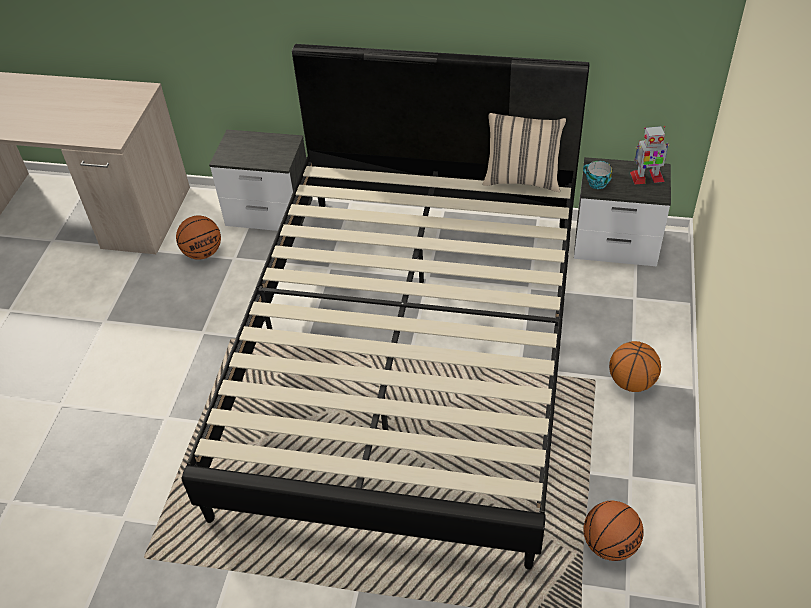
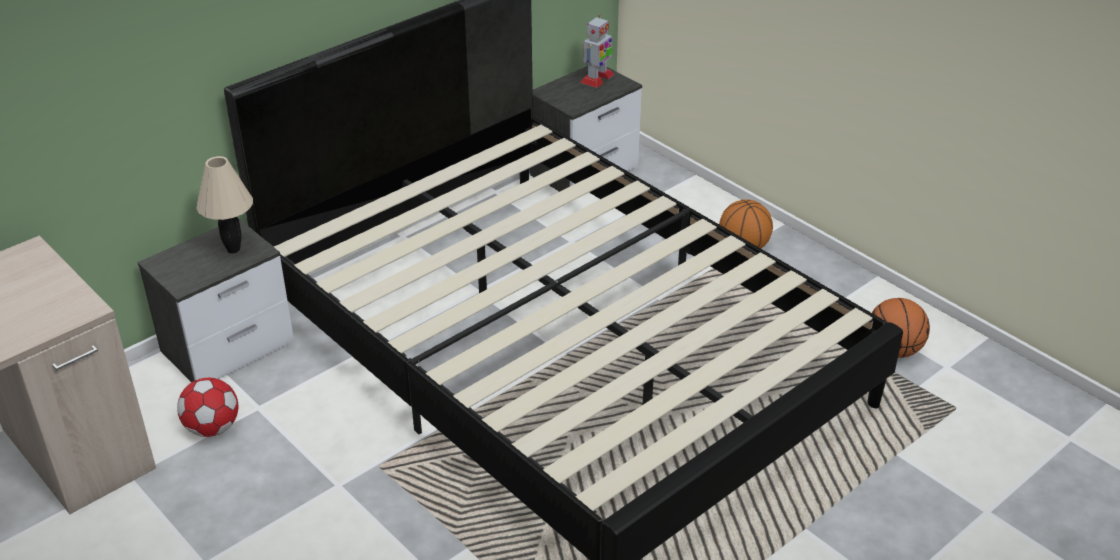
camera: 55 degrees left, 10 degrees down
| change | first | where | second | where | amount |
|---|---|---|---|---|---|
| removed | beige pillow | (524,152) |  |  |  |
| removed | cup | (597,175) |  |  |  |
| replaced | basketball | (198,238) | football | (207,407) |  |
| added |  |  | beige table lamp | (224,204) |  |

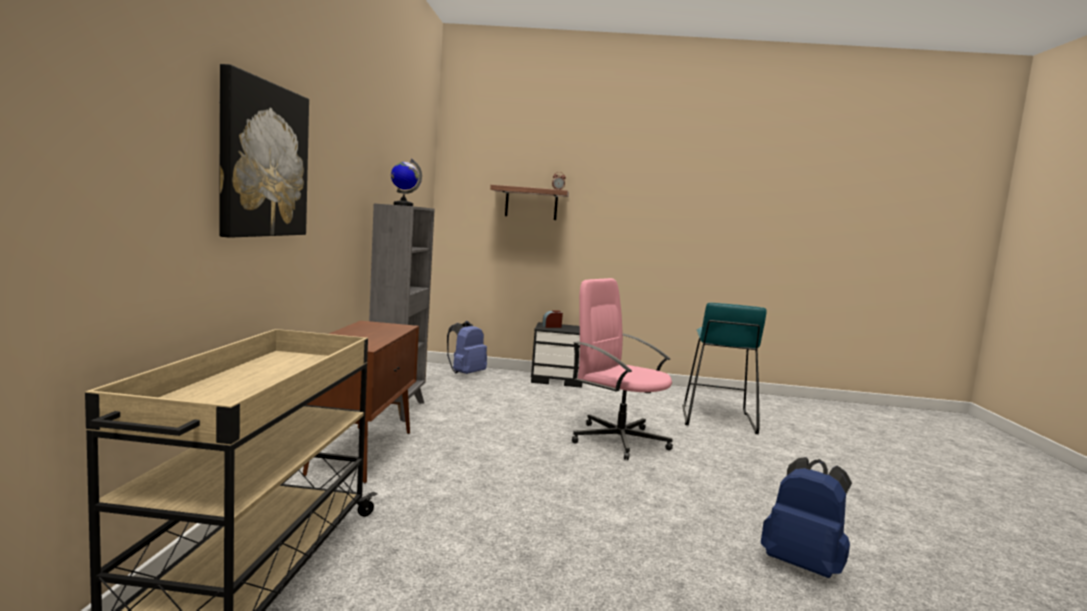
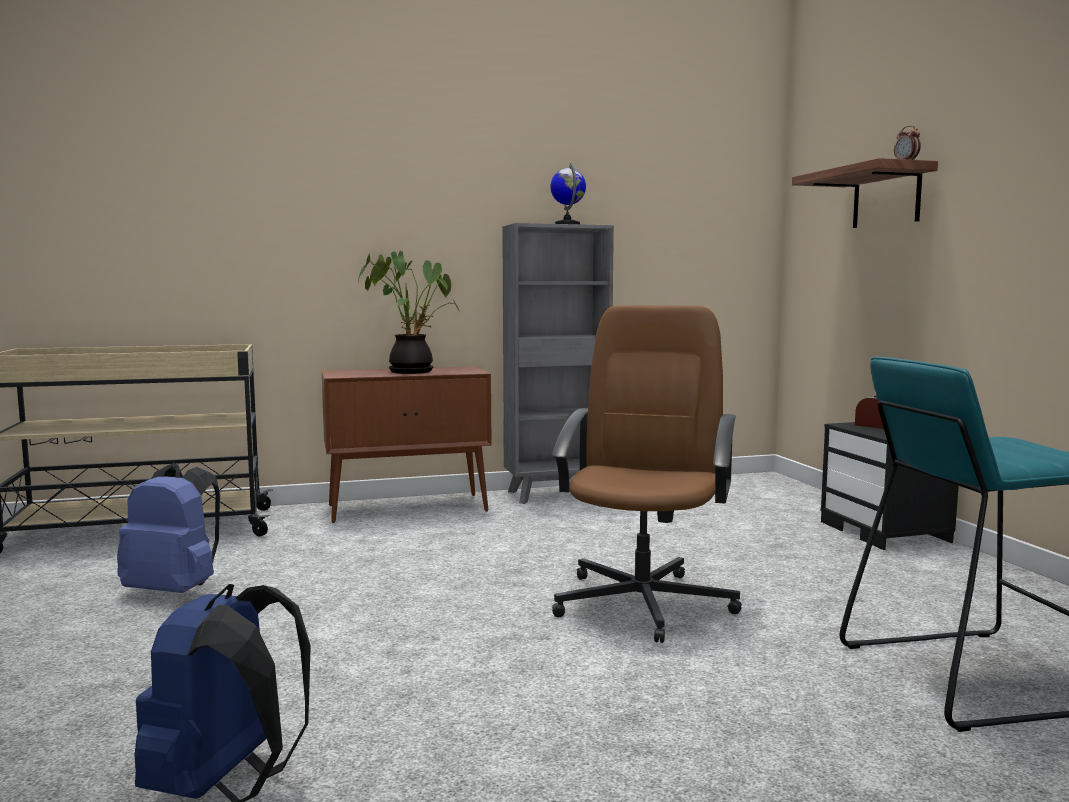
camera: 70 degrees right, 0 degrees up
| change | first | where | second | where | amount |
|---|---|---|---|---|---|
| removed | picture | (264,151) |  |  |  |
| recoloured | pink office chair | (622,369) | brown office chair | (646,474) |  |
| moved | blue backpack | (467,347) |  | (168,528) |  |
| added |  |  | potted plant | (409,312) |  |

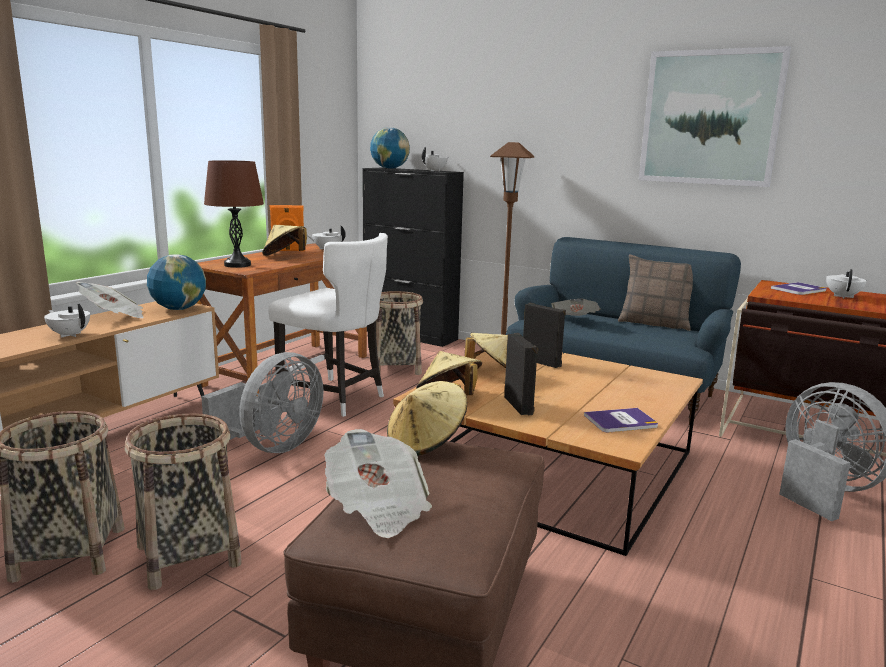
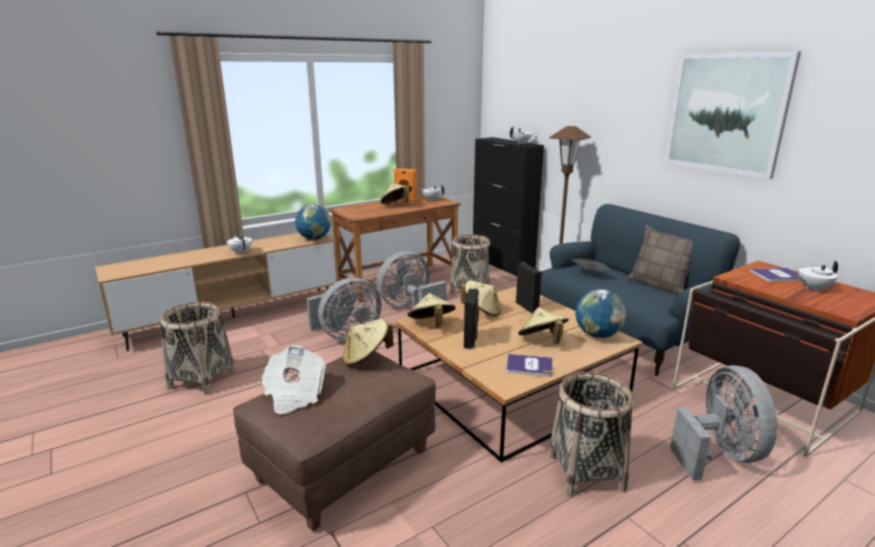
camera: 25 degrees right, 5 degrees up
| change | first | where | second | where | amount |
|---|---|---|---|---|---|
| moved | globe | (390,148) |  | (600,313) |  |
| removed | brown table lamp | (234,214) |  |  |  |
| replaced | white chair | (328,325) | grey fan | (412,279) |  |
| turned | white teapot | (846,284) |  | (817,276) | 150 degrees counterclockwise |
| removed | newspaper | (110,300) |  |  |  |
| moved | basket | (183,501) |  | (591,434) |  |
| added |  |  | beige hat | (543,325) |  |

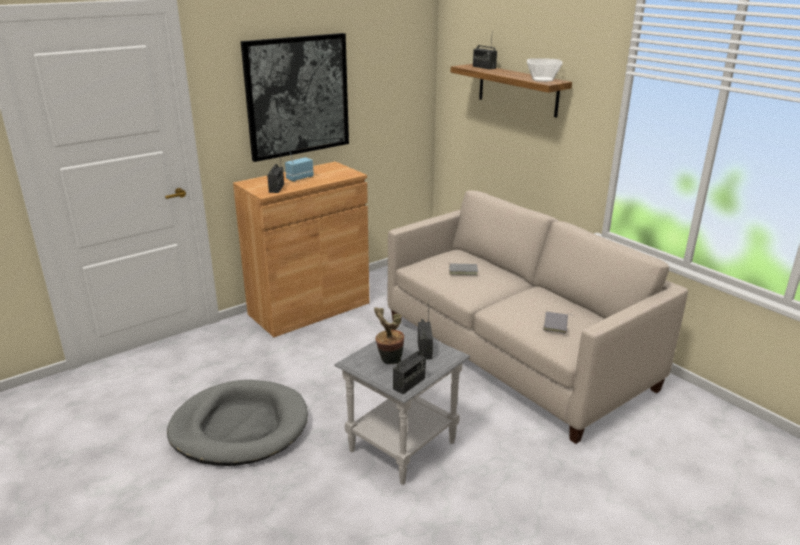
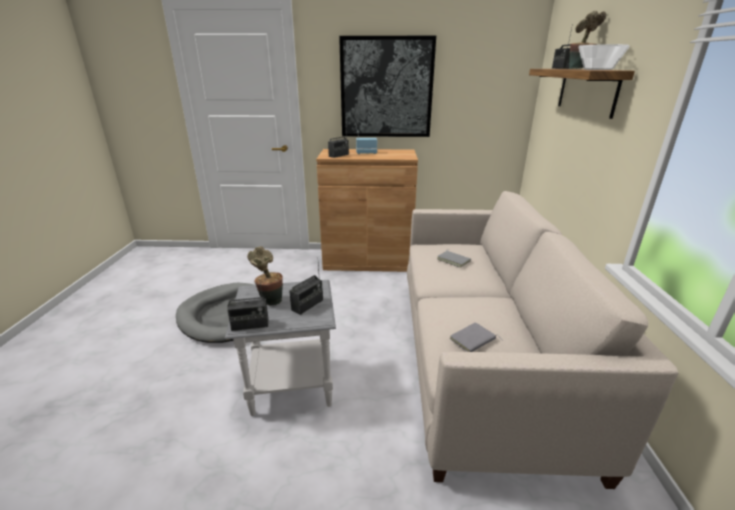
camera: 40 degrees right, 0 degrees up
| change | first | where | second | where | amount |
|---|---|---|---|---|---|
| added |  |  | potted plant | (587,40) |  |

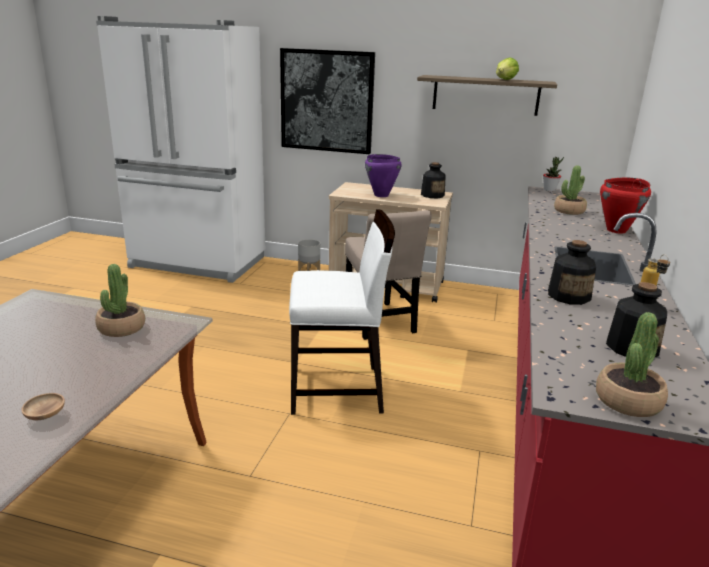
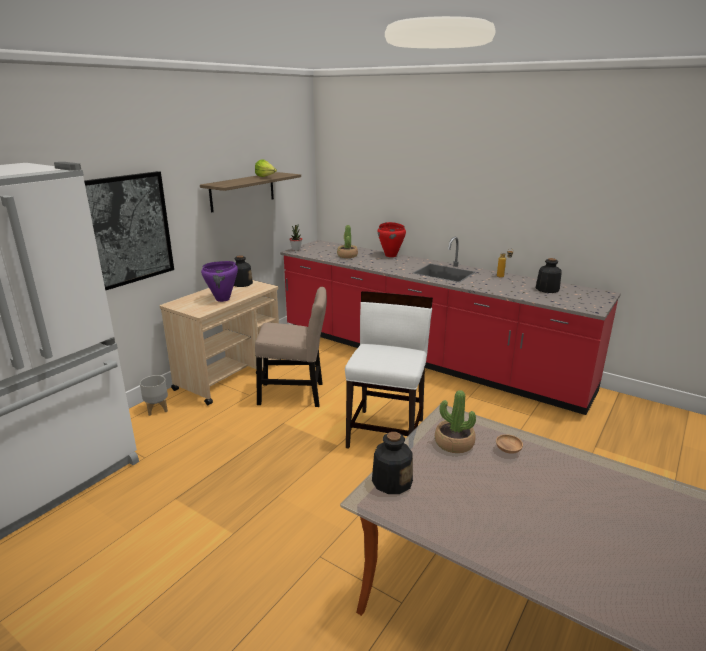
camera: 70 degrees left, 0 degrees up
| change | first | where | second | where | amount |
|---|---|---|---|---|---|
| moved | bottle | (572,272) |  | (392,463) |  |
| removed | potted plant | (632,364) |  |  |  |
| moved | brown bowl | (43,406) |  | (509,444) |  |

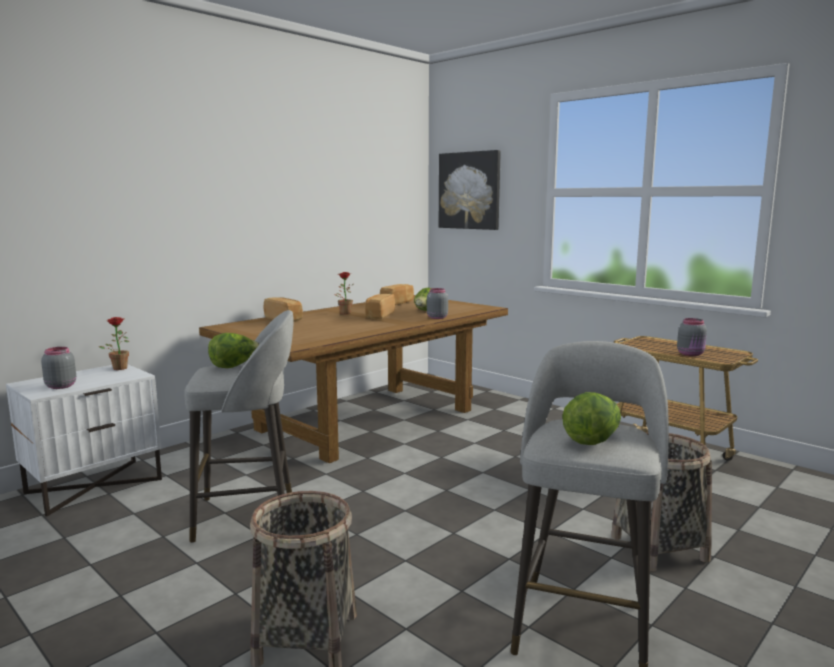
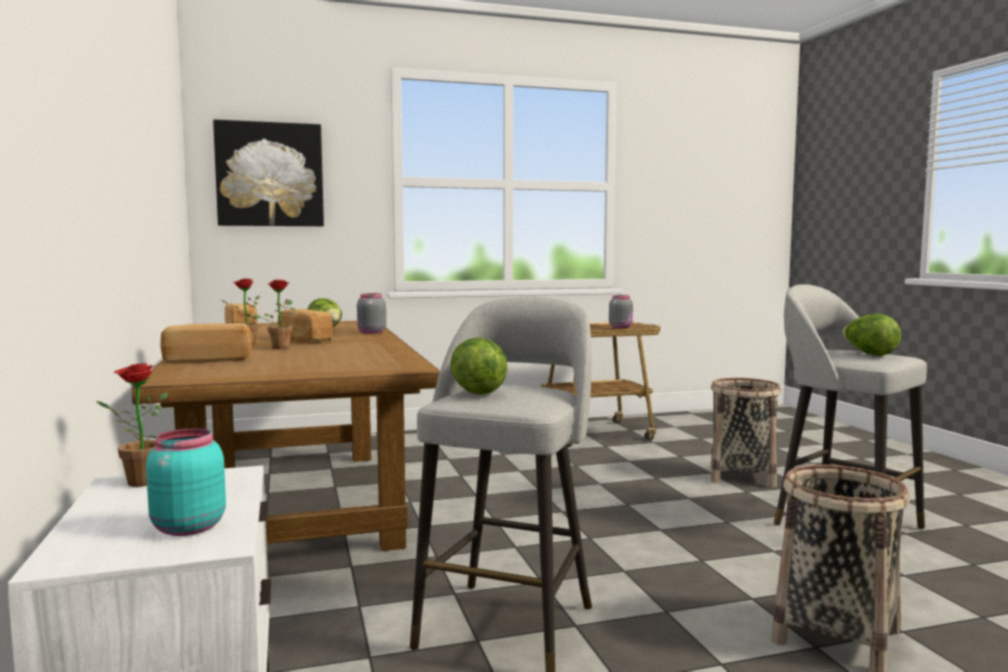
camera: 60 degrees left, 5 degrees down
| change | first | where | second | where | amount |
|---|---|---|---|---|---|
| recoloured | grey jar | (58,368) | turquoise jar | (186,482) |  |
| added |  |  | potted plant | (274,314) |  |

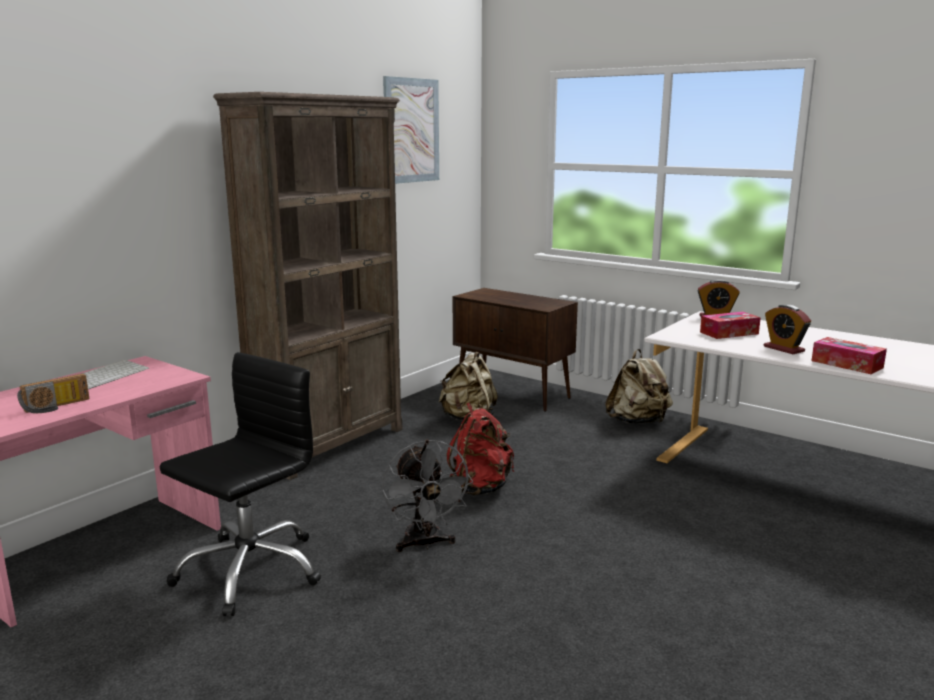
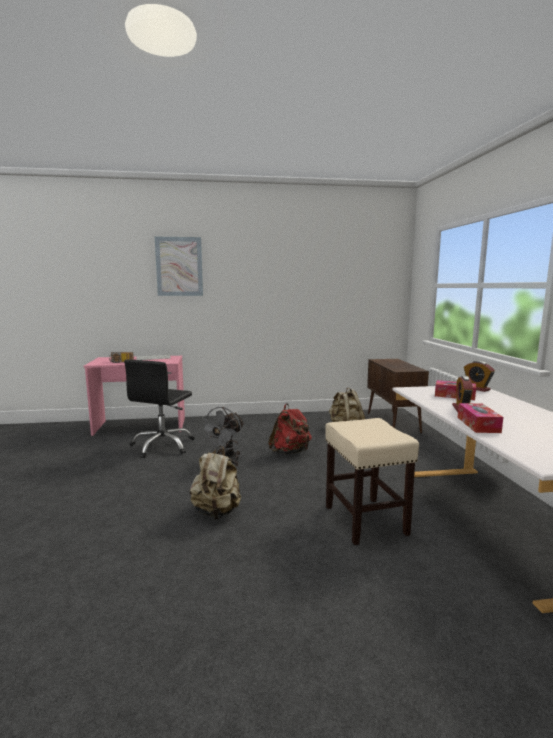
camera: 45 degrees right, 5 degrees down
| change | first | where | second | where | amount |
|---|---|---|---|---|---|
| moved | picture | (411,130) |  | (179,266) |  |
| removed | brown bookcase | (307,286) |  |  |  |
| moved | beige backpack | (639,386) |  | (215,482) |  |
| turned | black office chair | (240,484) |  | (159,409) | 120 degrees clockwise |
| added |  |  | beige stool | (372,481) |  |

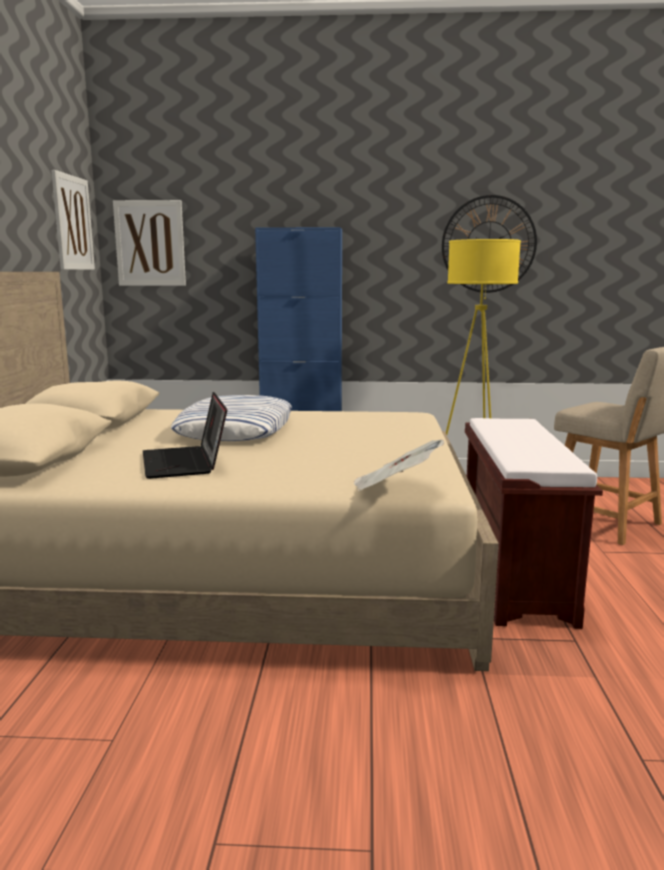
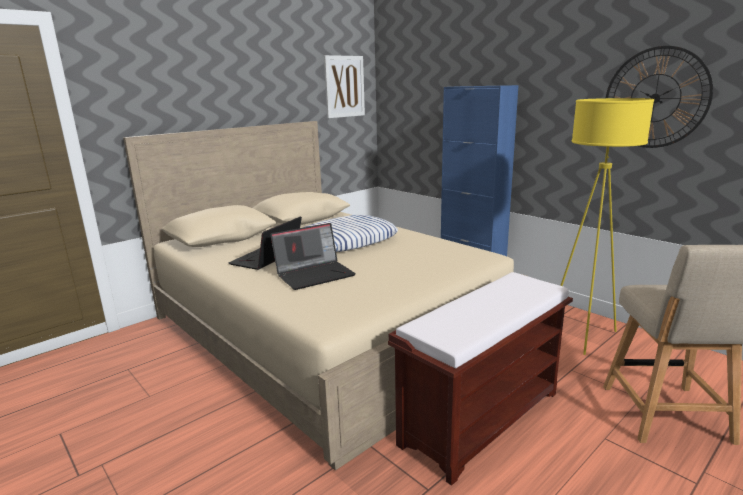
camera: 45 degrees right, 5 degrees up
| change | first | where | second | where | amount |
|---|---|---|---|---|---|
| removed | picture | (149,243) |  |  |  |
| removed | newspaper | (399,465) |  |  |  |
| added |  |  | laptop | (313,256) |  |

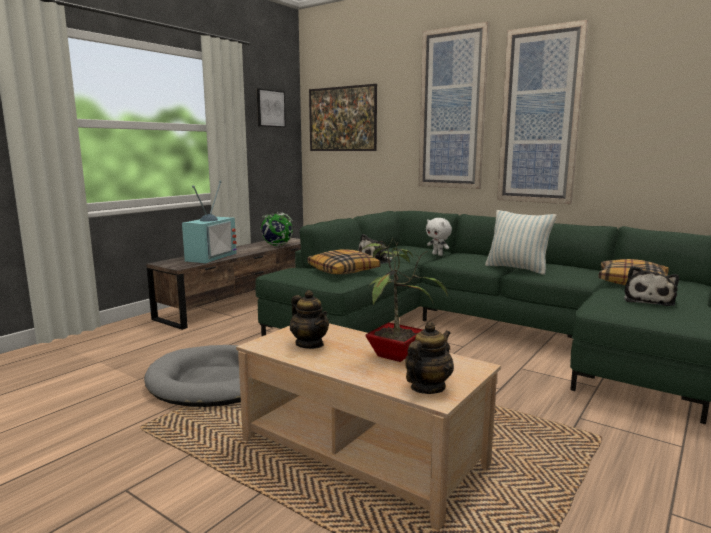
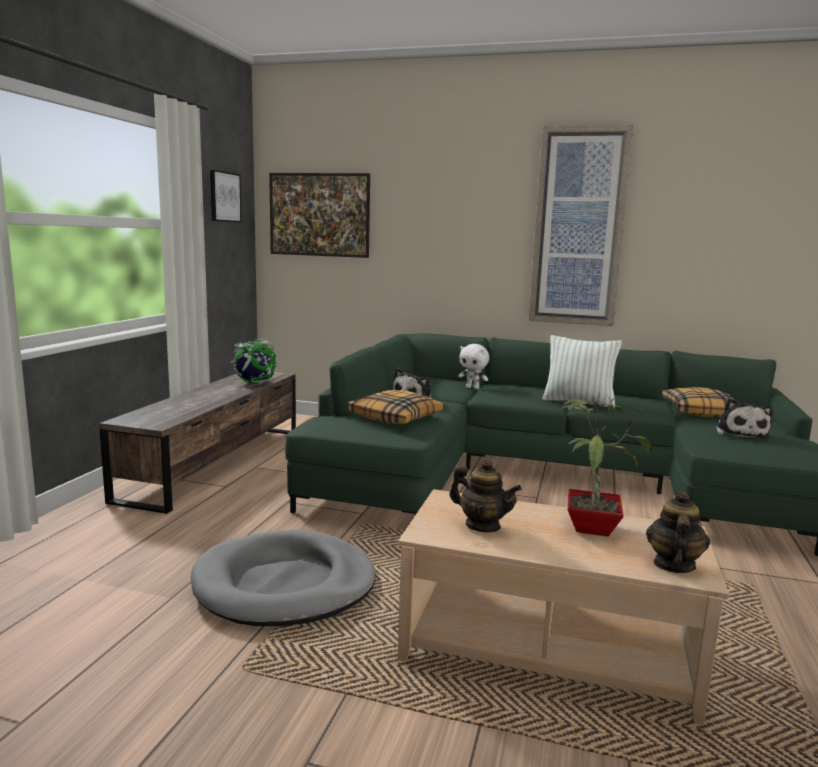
camera: 20 degrees left, 0 degrees up
| change | first | where | second | where | amount |
|---|---|---|---|---|---|
| removed | picture | (454,105) |  |  |  |
| removed | television | (209,222) |  |  |  |

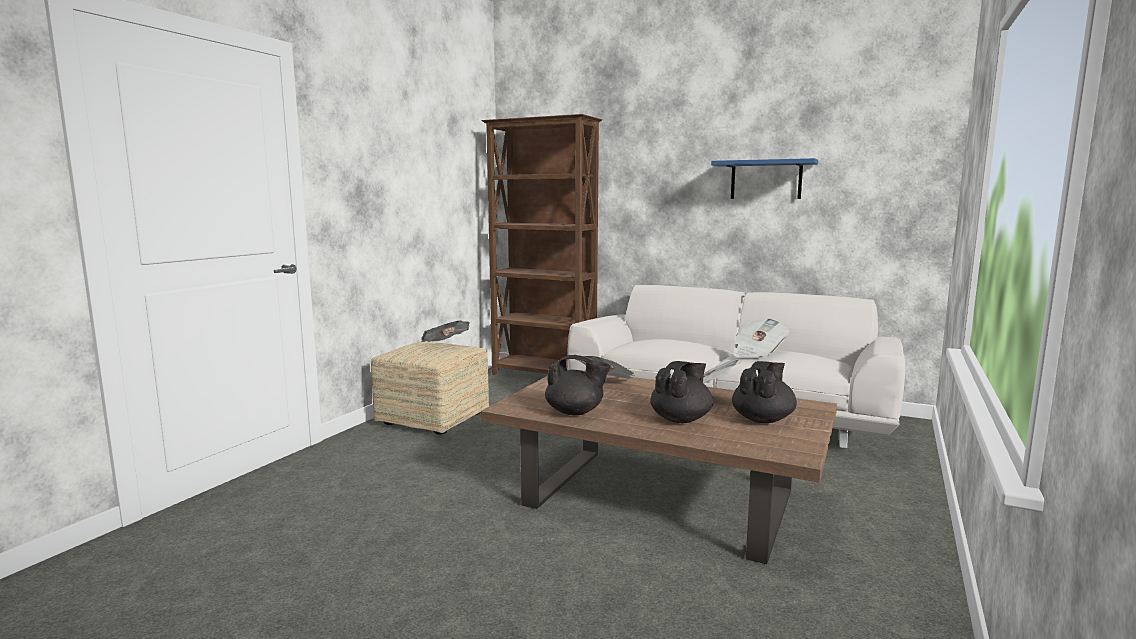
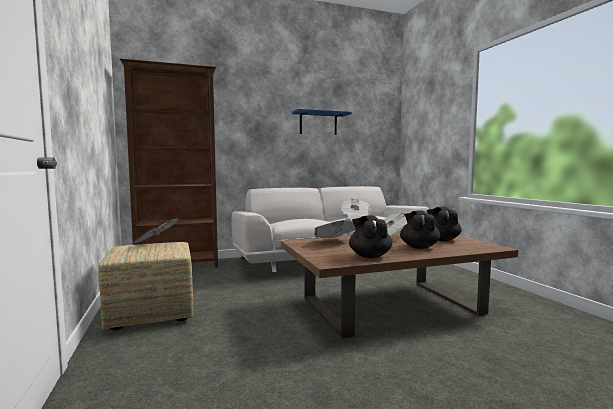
camera: 45 degrees left, 5 degrees down
| change | first | where | second | where | amount |
|---|---|---|---|---|---|
| turned | black teapot | (577,385) |  | (370,236) | 75 degrees counterclockwise |

